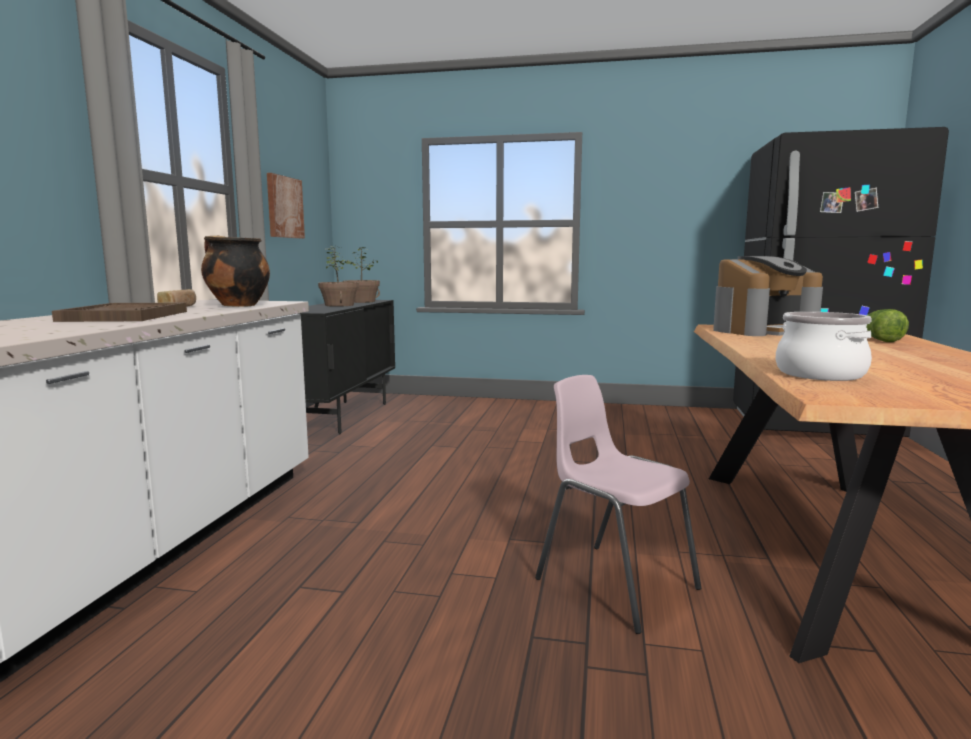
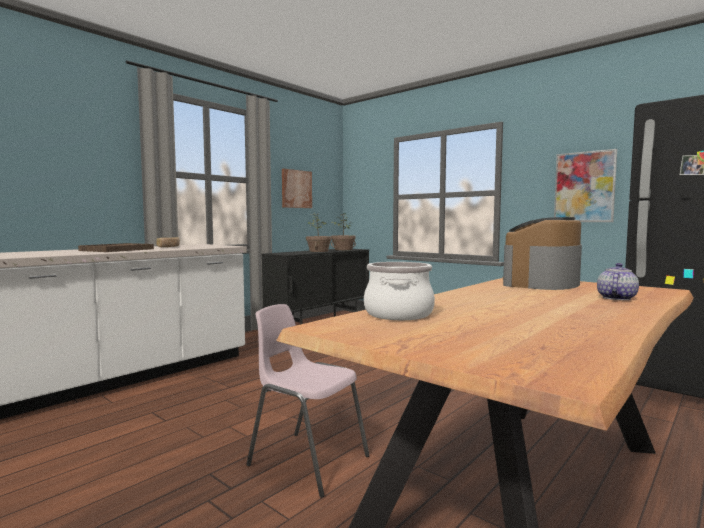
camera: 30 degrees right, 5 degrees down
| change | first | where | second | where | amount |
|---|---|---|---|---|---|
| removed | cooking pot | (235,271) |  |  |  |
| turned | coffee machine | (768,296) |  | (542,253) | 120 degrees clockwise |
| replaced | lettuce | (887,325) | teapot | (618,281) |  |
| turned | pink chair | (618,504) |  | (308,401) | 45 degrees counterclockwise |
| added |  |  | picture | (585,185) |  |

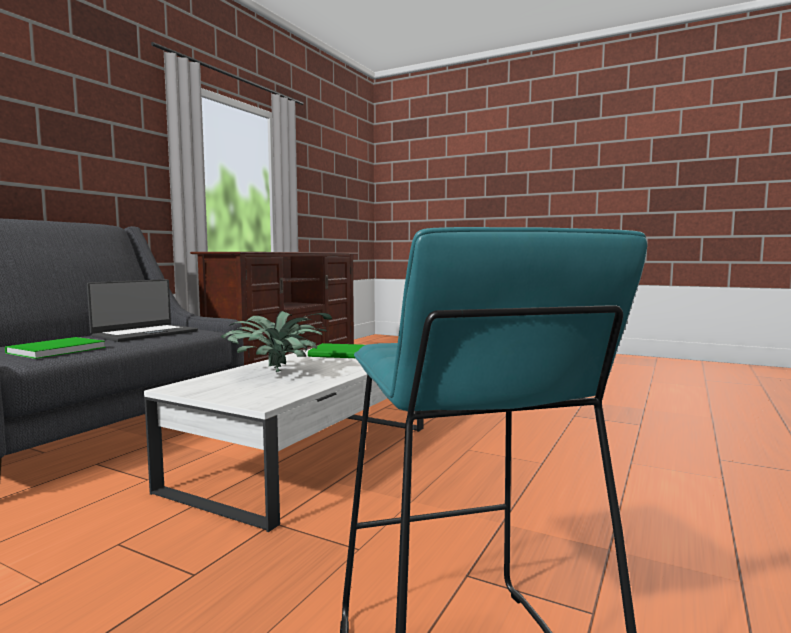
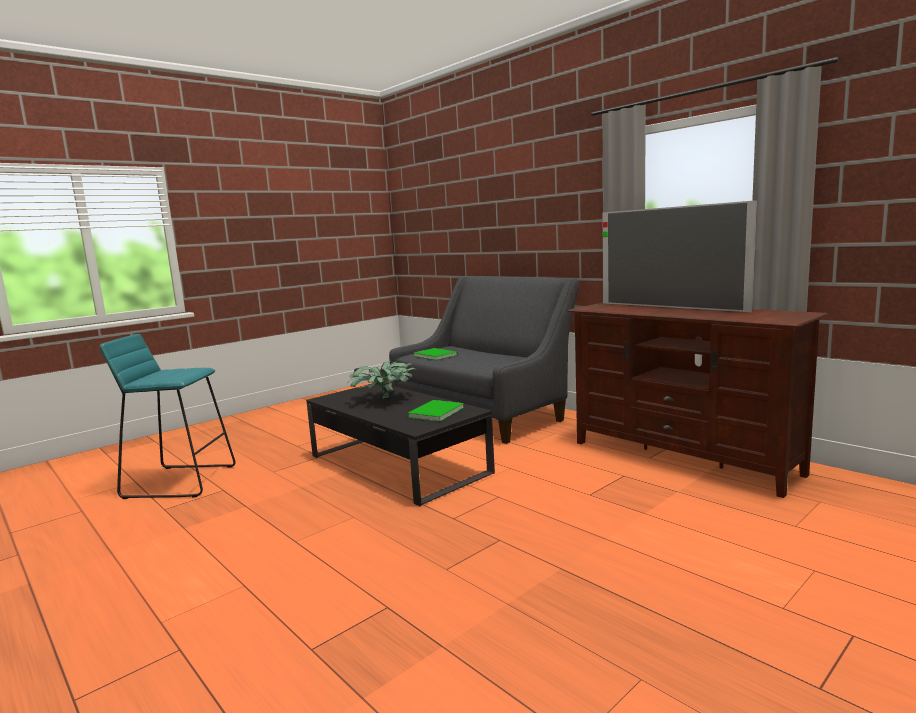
camera: 110 degrees right, 5 degrees up
| change | first | where | second | where | amount |
|---|---|---|---|---|---|
| removed | laptop | (142,310) |  |  |  |
| recoloured | white coffee table | (284,440) | black coffee table | (400,444) |  |
| added |  |  | television | (679,256) |  |

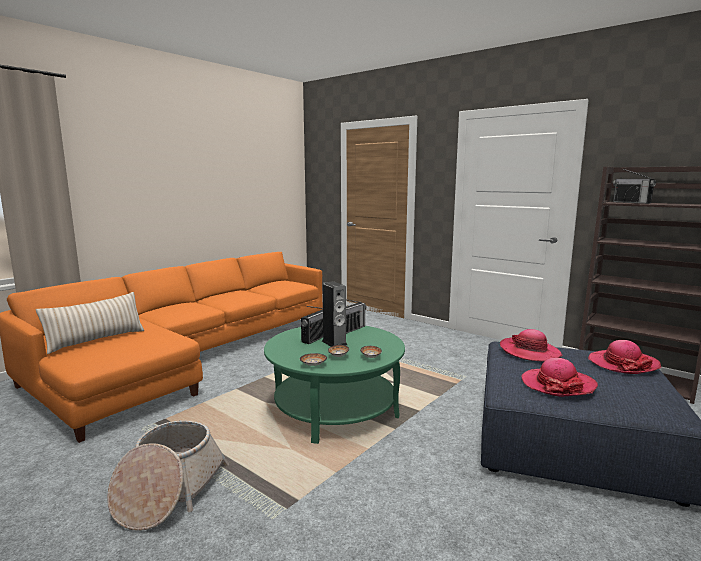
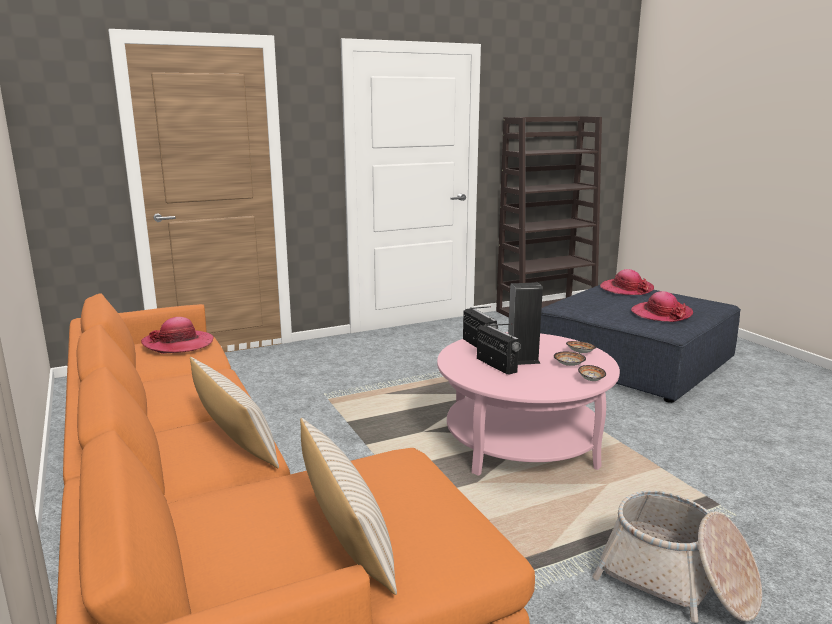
camera: 65 degrees left, 5 degrees up
| change | first | where | second | where | amount |
|---|---|---|---|---|---|
| removed | radio | (634,186) |  |  |  |
| recoloured | green coffee table | (334,385) | pink coffee table | (528,404) |  |
| moved | hat | (531,345) |  | (177,335) |  |
| added |  |  | beige pillow | (234,412) |  |

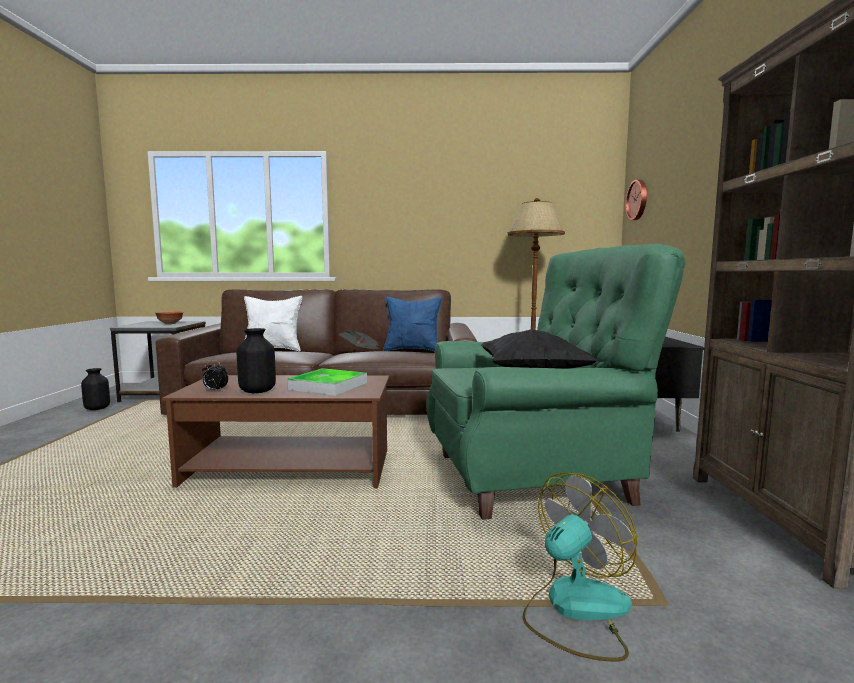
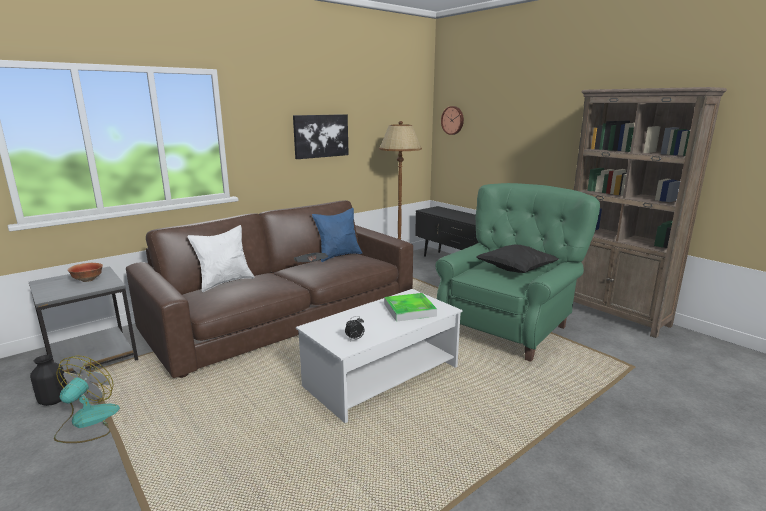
camera: 40 degrees left, 10 degrees up
| change | first | where | second | where | amount |
|---|---|---|---|---|---|
| removed | black vase | (256,360) |  |  |  |
| recoloured | brown coffee table | (275,431) | white coffee table | (379,356) |  |
| moved | fan | (580,567) |  | (87,399) |  |
| added |  |  | picture | (321,136) |  |

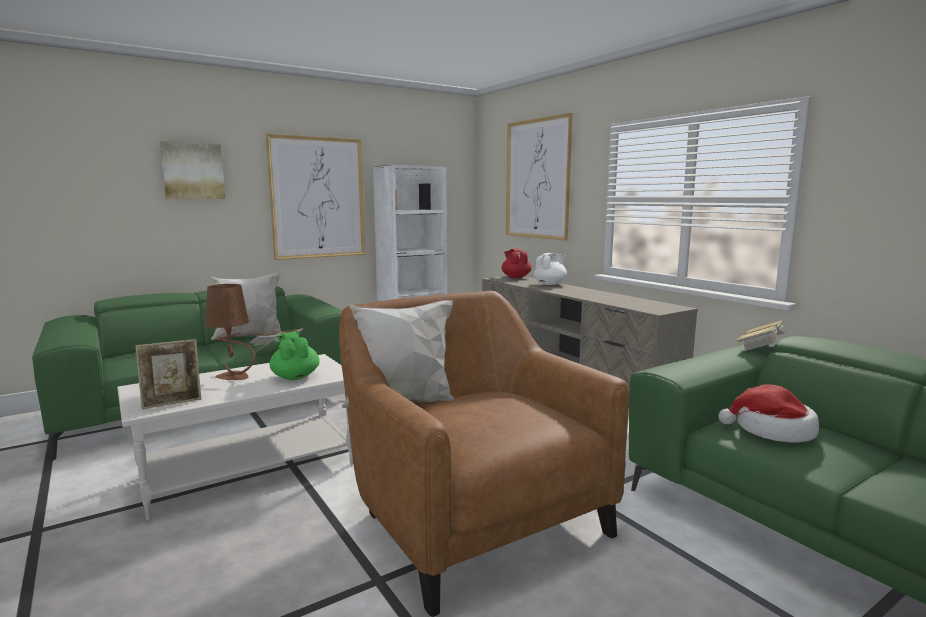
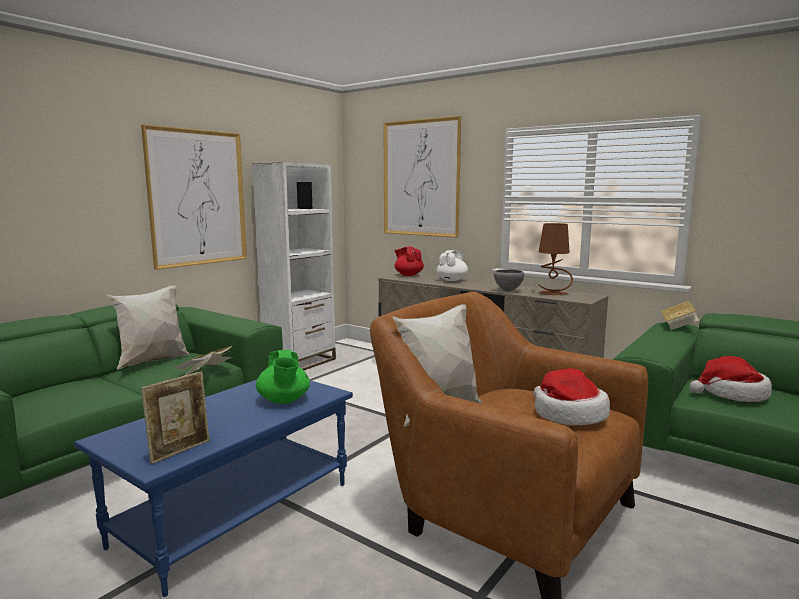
camera: 20 degrees left, 0 degrees up
| change | first | where | second | where | amount |
|---|---|---|---|---|---|
| removed | picture | (192,170) |  |  |  |
| moved | brown table lamp | (230,332) |  | (555,259) |  |
| turned | green teapot | (295,355) |  | (283,377) | 150 degrees counterclockwise |
| recoloured | white coffee table | (235,437) | blue coffee table | (213,488) |  |
| added |  |  | grey bowl | (509,280) |  |
| added |  |  | hat | (572,396) |  |

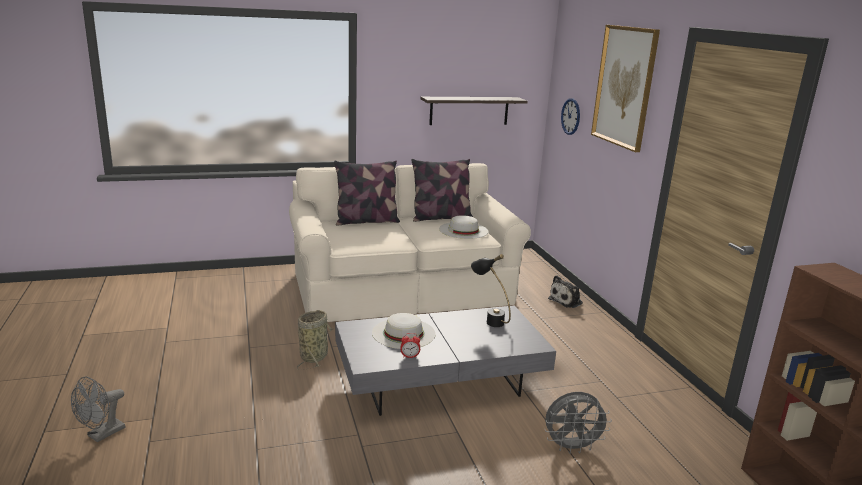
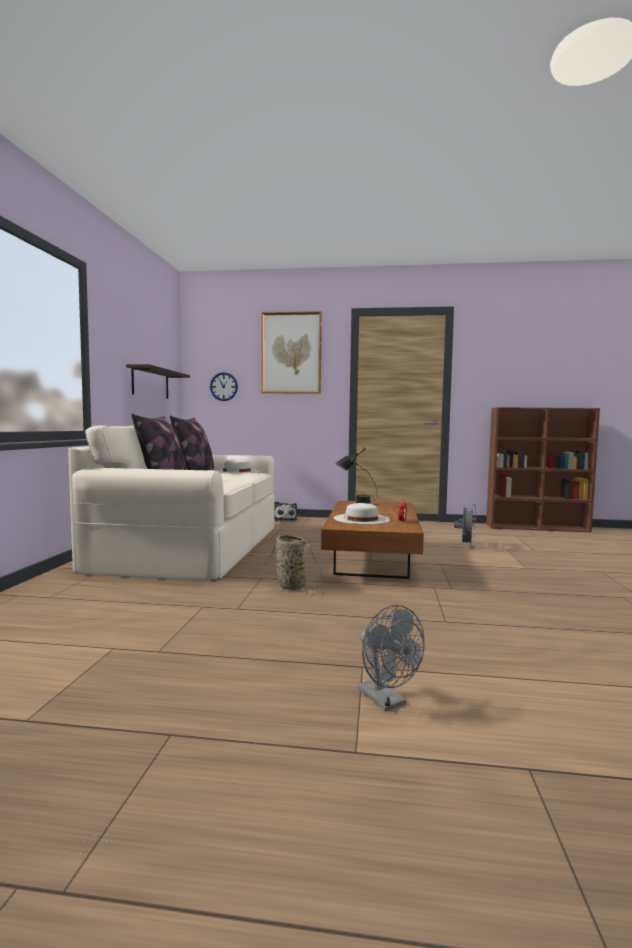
camera: 65 degrees left, 15 degrees down
| change | first | where | second | where | amount |
|---|---|---|---|---|---|
| recoloured | grey coffee table | (445,360) | brown coffee table | (372,540) |  |

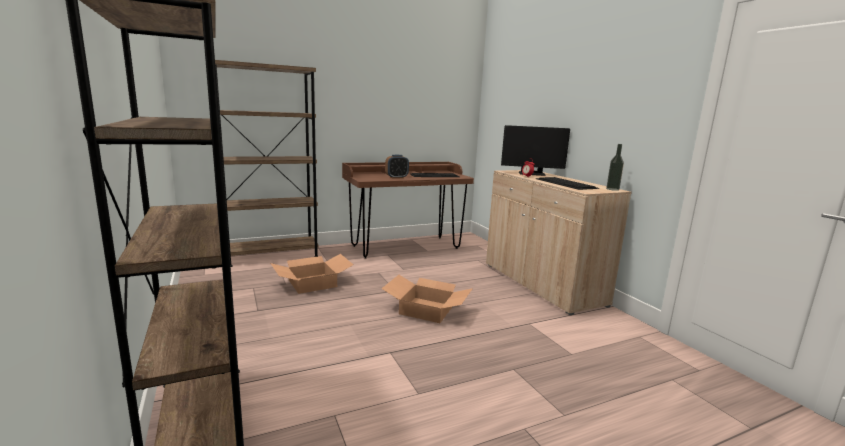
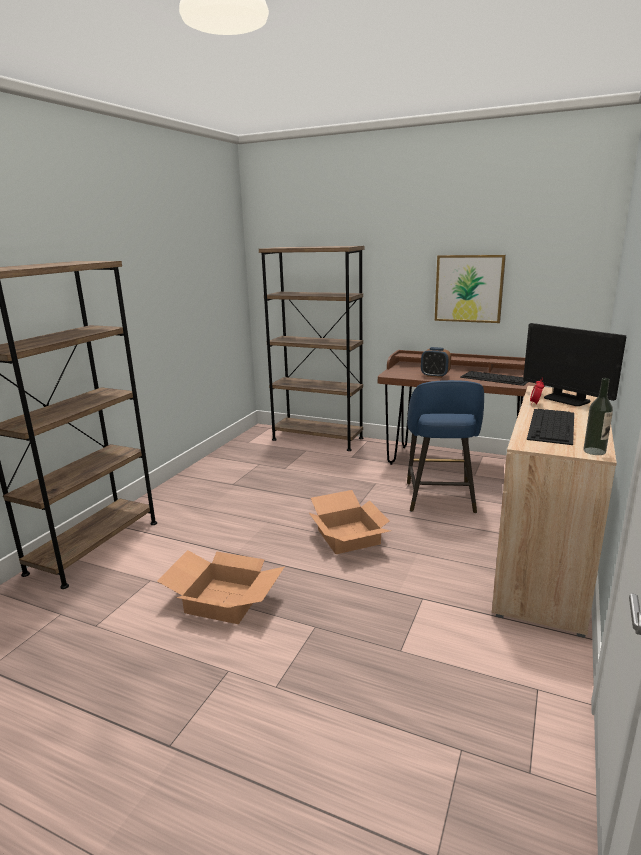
camera: 50 degrees right, 5 degrees up
| change | first | where | second | where | amount |
|---|---|---|---|---|---|
| moved | cardboard box | (311,274) |  | (220,587) |  |
| added |  |  | picture | (470,289) |  |
| added |  |  | blue stool | (445,446) |  |

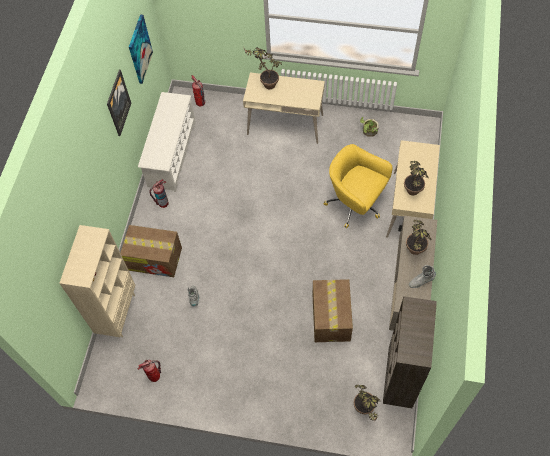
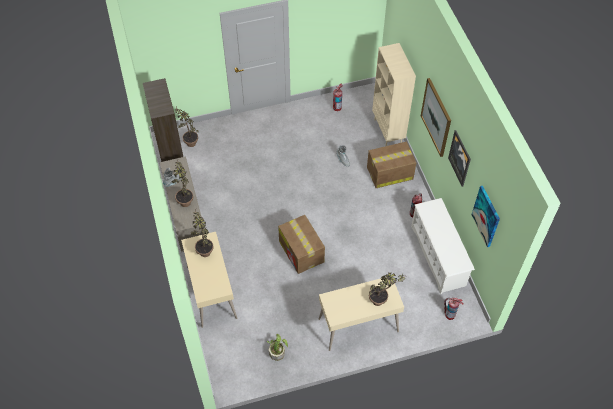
camera: 150 degrees right, 5 degrees down
| change | first | where | second | where | amount |
|---|---|---|---|---|---|
| removed | yellow office chair | (358,186) |  |  |  |
| moved | cardboard box | (333,310) |  | (301,244) |  |
| added |  |  | picture | (436,117) |  |

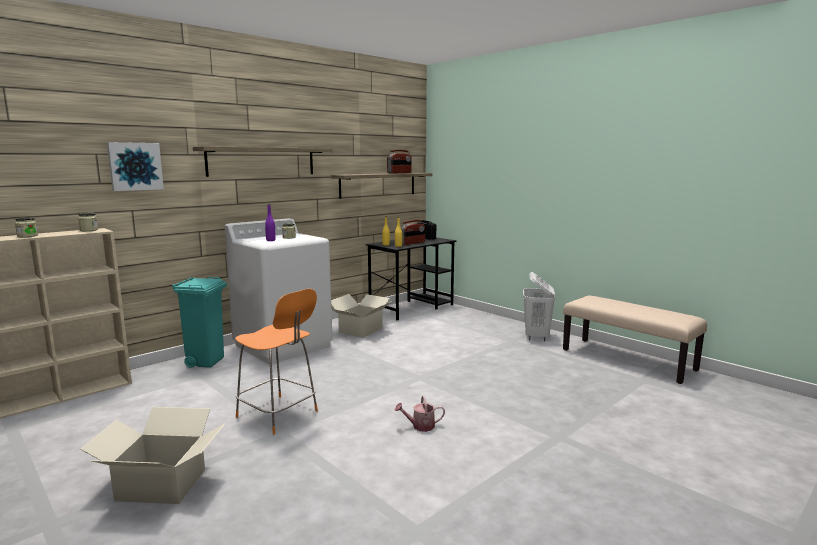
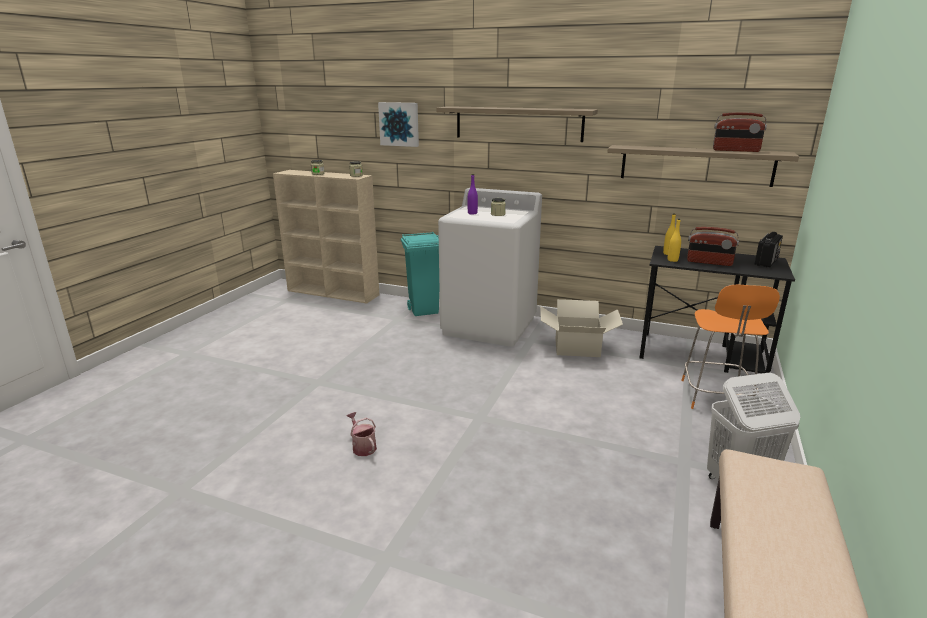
camera: 65 degrees right, 10 degrees up
| change | first | where | second | where | amount |
|---|---|---|---|---|---|
| moved | orange stool | (276,362) |  | (730,347) |  |
| removed | cardboard box | (153,455) |  |  |  |

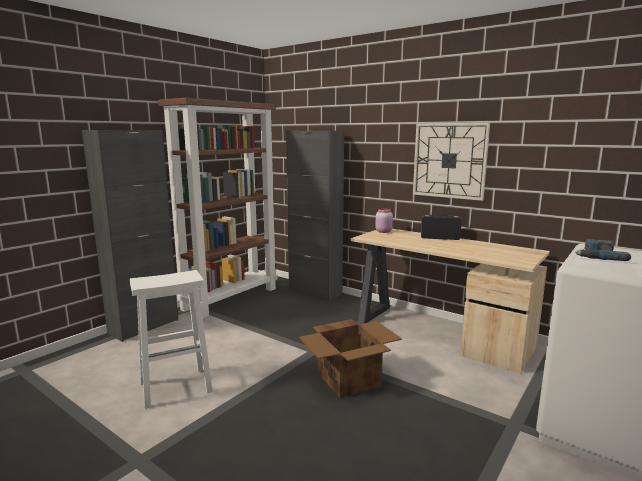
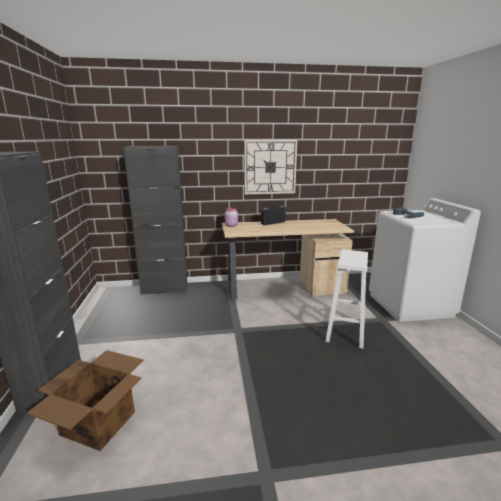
camera: 45 degrees left, 5 degrees up
| change | first | where | second | where | amount |
|---|---|---|---|---|---|
| removed | brown bookcase | (218,208) |  |  |  |
| moved | white stool | (171,339) |  | (346,299) |  |
| moved | cardboard box | (350,358) |  | (85,400) |  |

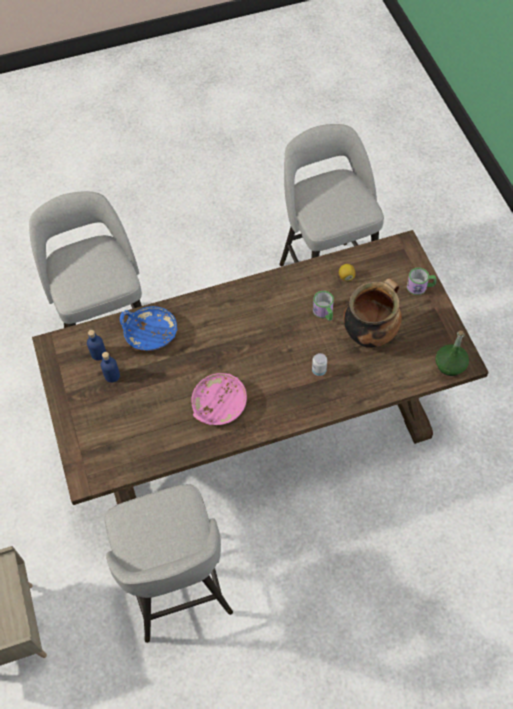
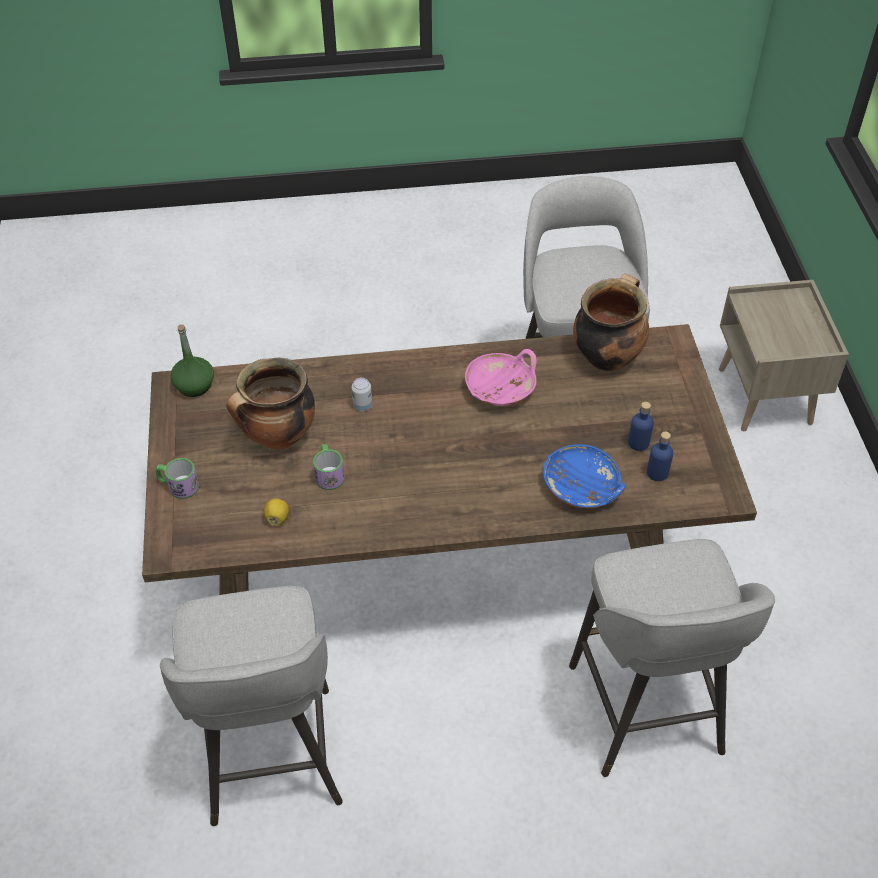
camera: 170 degrees left, 10 degrees down
| change | first | where | second | where | amount |
|---|---|---|---|---|---|
| added |  |  | cooking pot | (611,322) |  |

